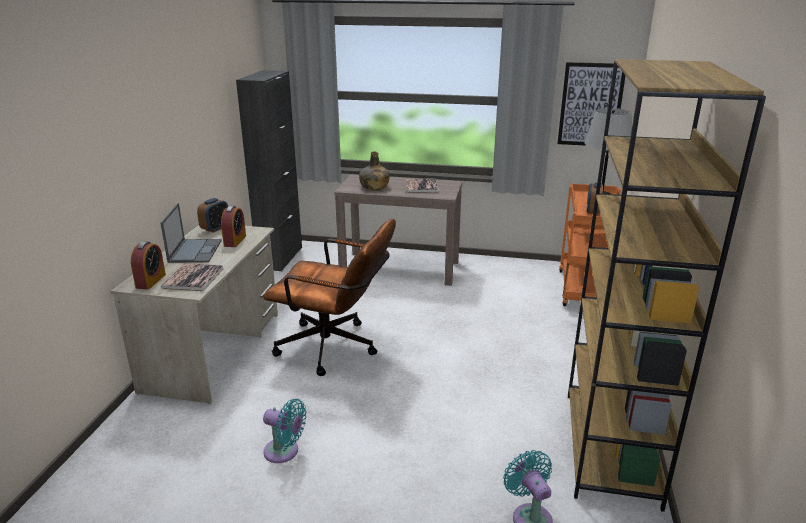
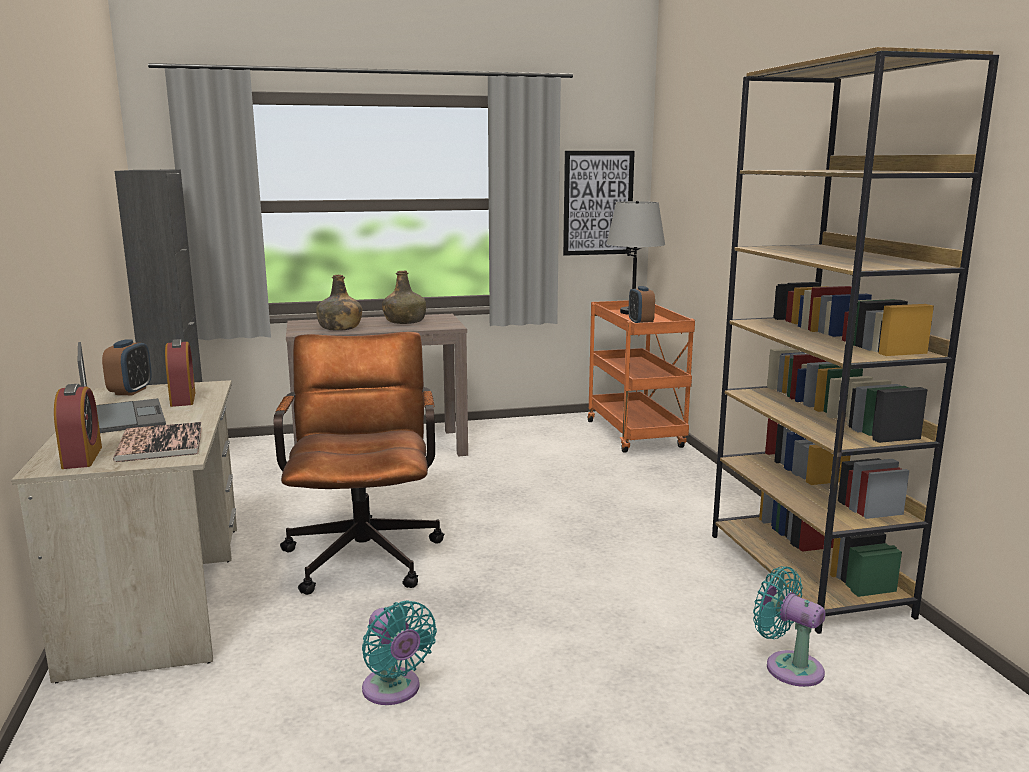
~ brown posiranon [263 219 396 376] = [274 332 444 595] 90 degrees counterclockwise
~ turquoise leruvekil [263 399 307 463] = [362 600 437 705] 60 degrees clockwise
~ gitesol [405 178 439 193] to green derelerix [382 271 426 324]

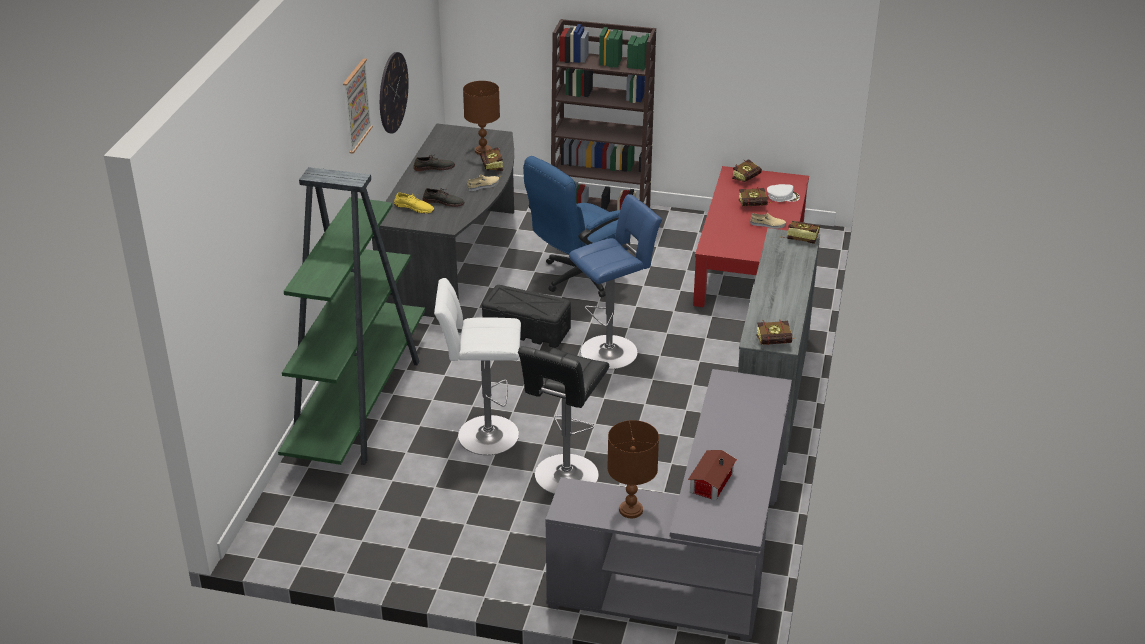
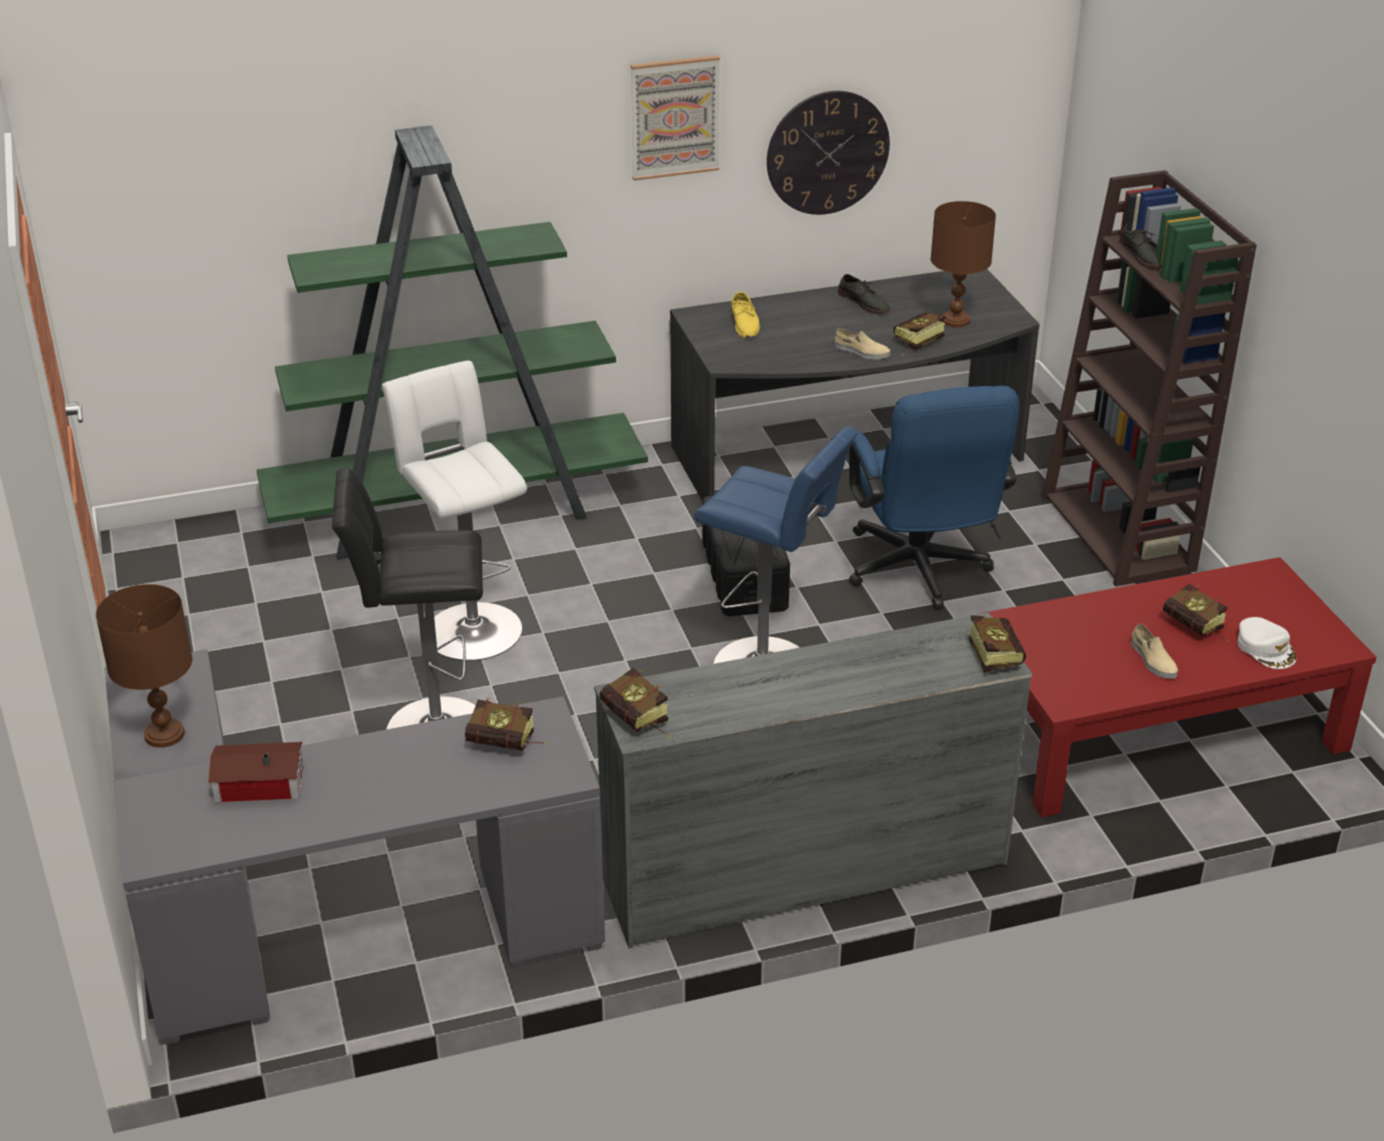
~ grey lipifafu [423 188 464 207] to [1120 223 1161 269]
~ blue posiranon [523 156 620 297] = [849 386 1019 609] 120 degrees counterclockwise
~ gitesol [732 159 762 182] to [465 697 547 751]

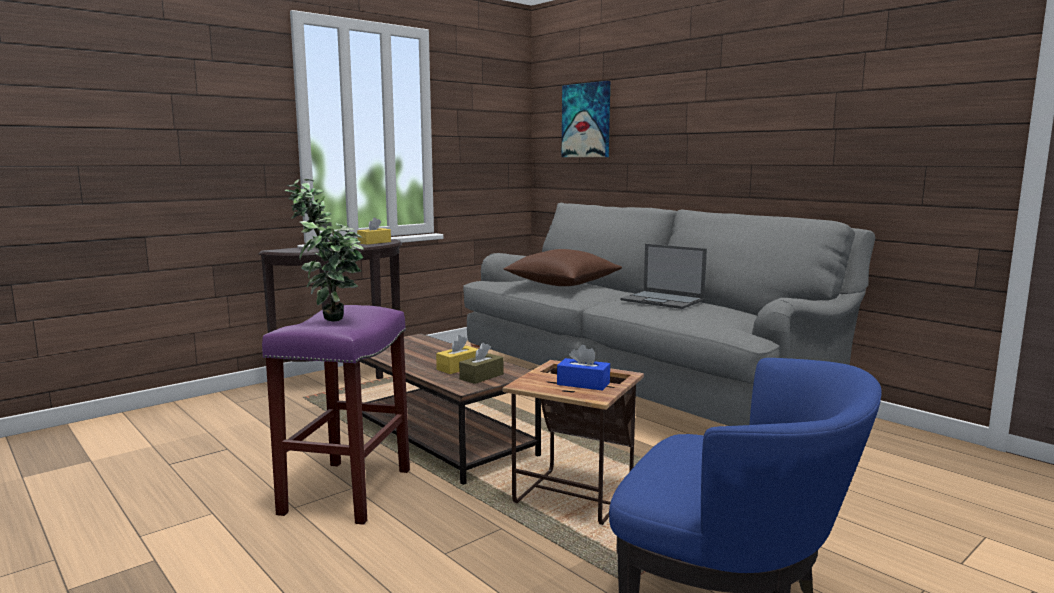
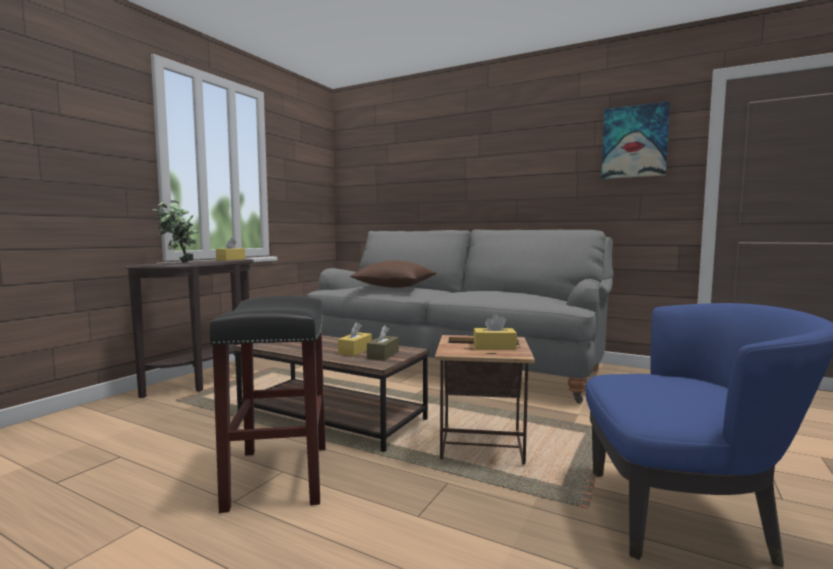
~ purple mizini [262 305 410 525] to black mizini [209 296 326 513]
- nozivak [299 218 364 322]
~ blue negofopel [557 345 610 391] to yellow negofopel [473 314 517 350]
~ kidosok [562 81 610 157] to [601 101 670 179]
- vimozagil [621 244 707 309]

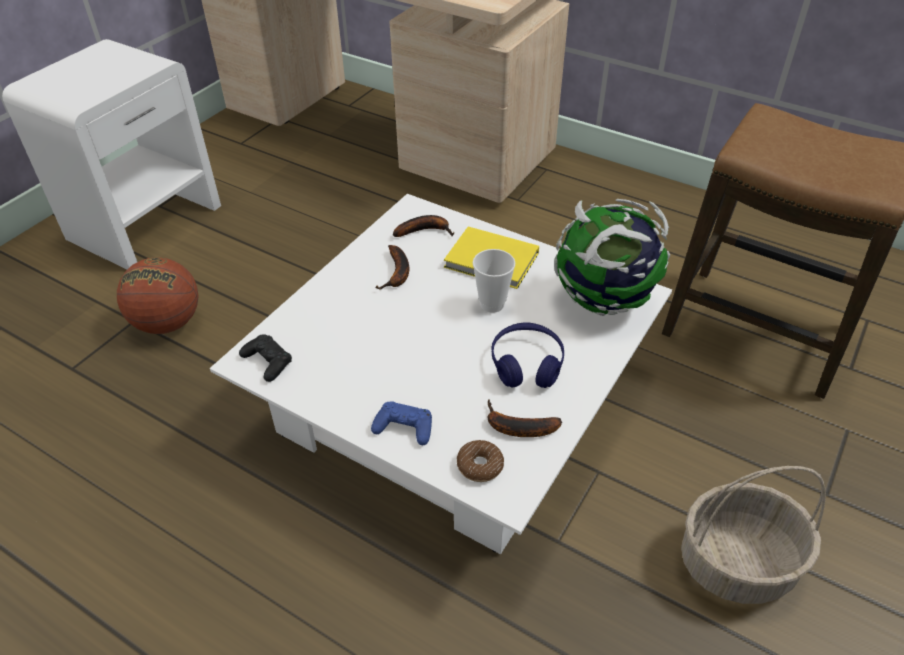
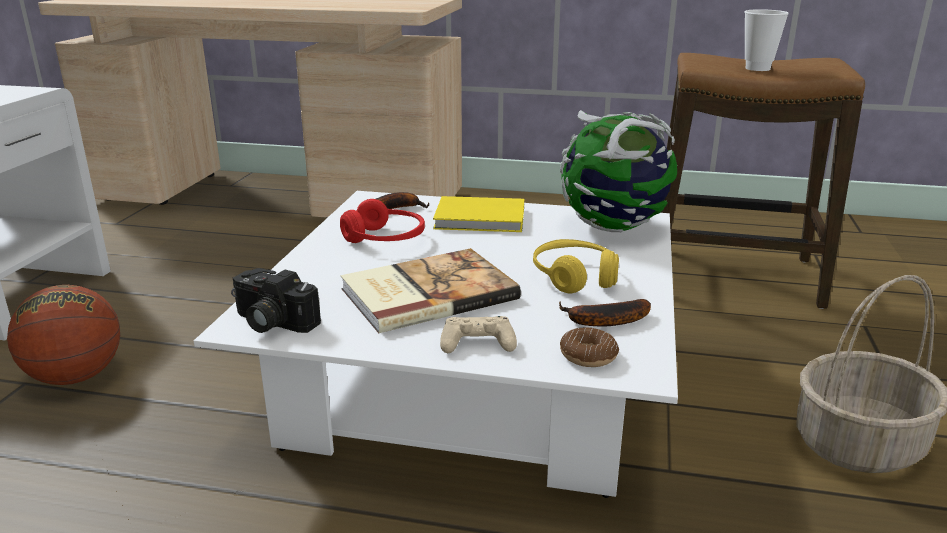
~ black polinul [239 334 292 382] to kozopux [231 268 321 333]
~ blue polinul [371 401 432 445] to beige polinul [440 316 517 353]
~ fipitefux [376 245 409 290] to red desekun [340 199 425 243]
~ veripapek [473 249 515 313] to [745 9 789 71]
~ blue desekun [491 322 564 388] to yellow desekun [533 239 619 294]
+ gitesol [341 248 521 333]

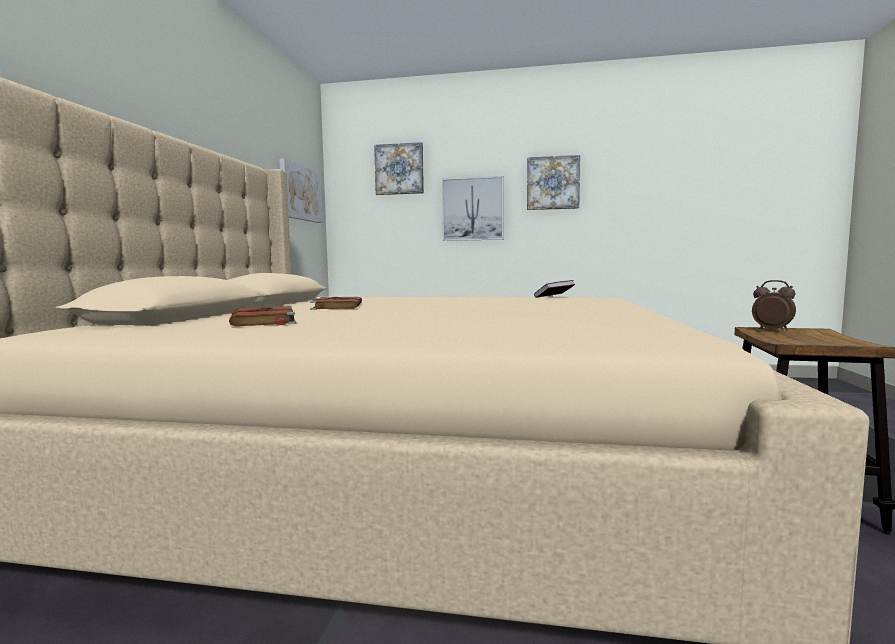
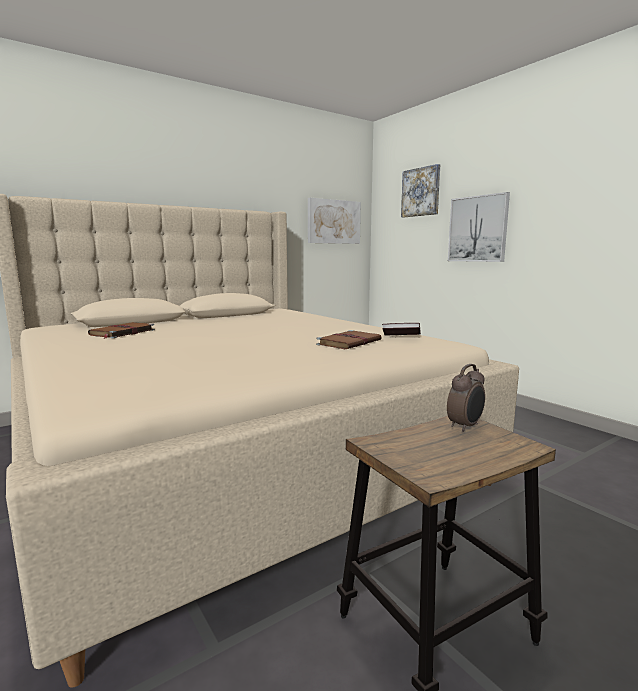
~ brown gitesol [310 297 362 310] to [316 330 382 349]
- kidosok [527 155 580 210]
~ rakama [752 280 796 331] = [447 364 485 432] 45 degrees clockwise

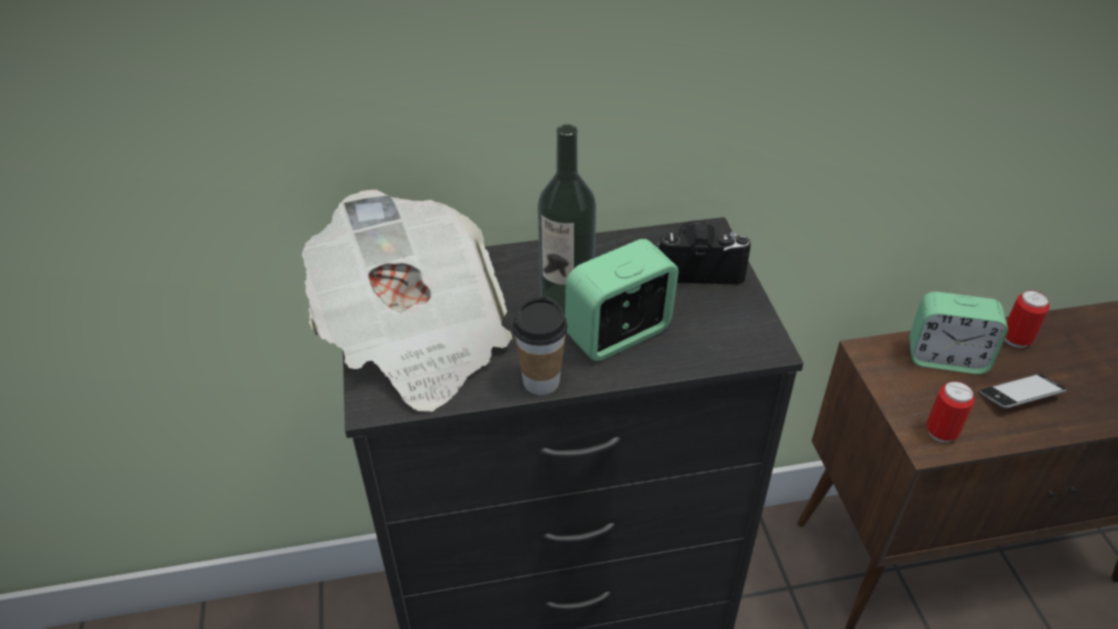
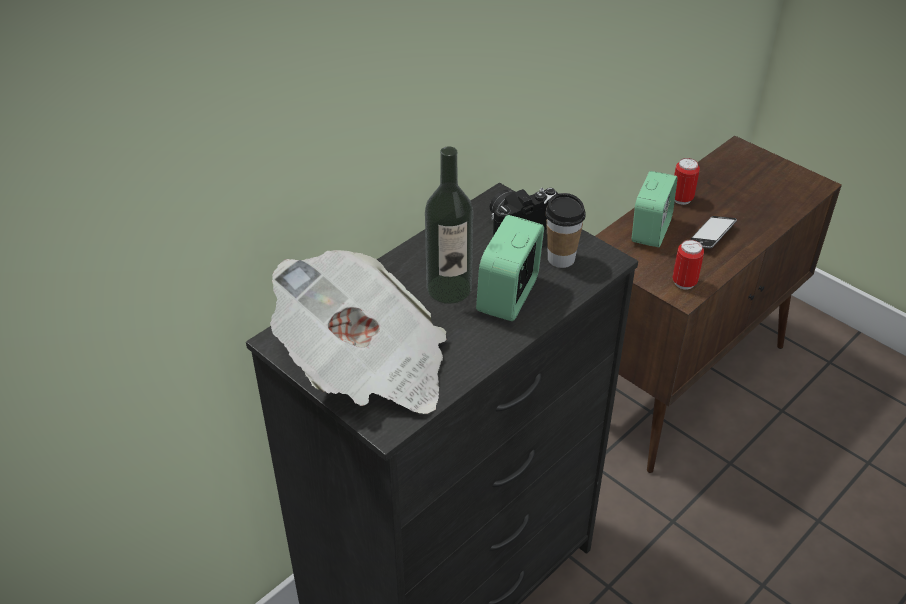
~ veripapek [513 297 567 395] to [545 193 586 268]
~ rakama [909 292 1008 374] = [632 171 678 247] 45 degrees counterclockwise

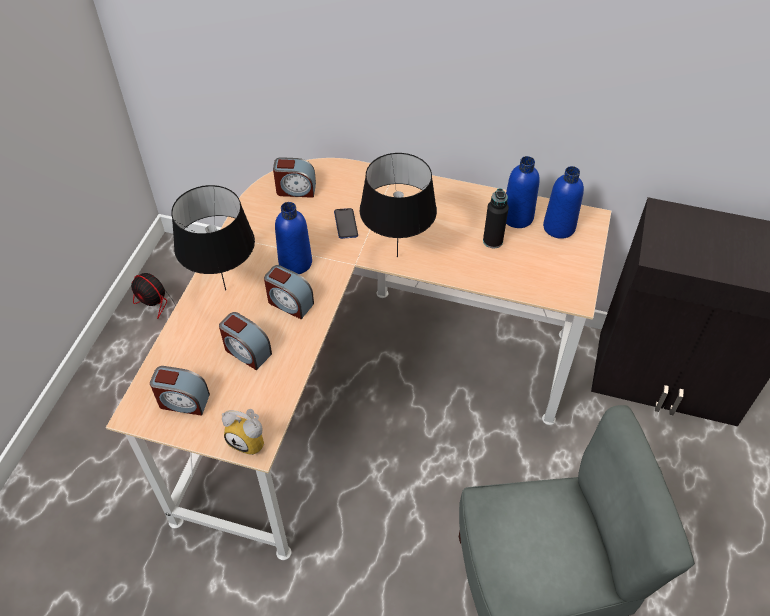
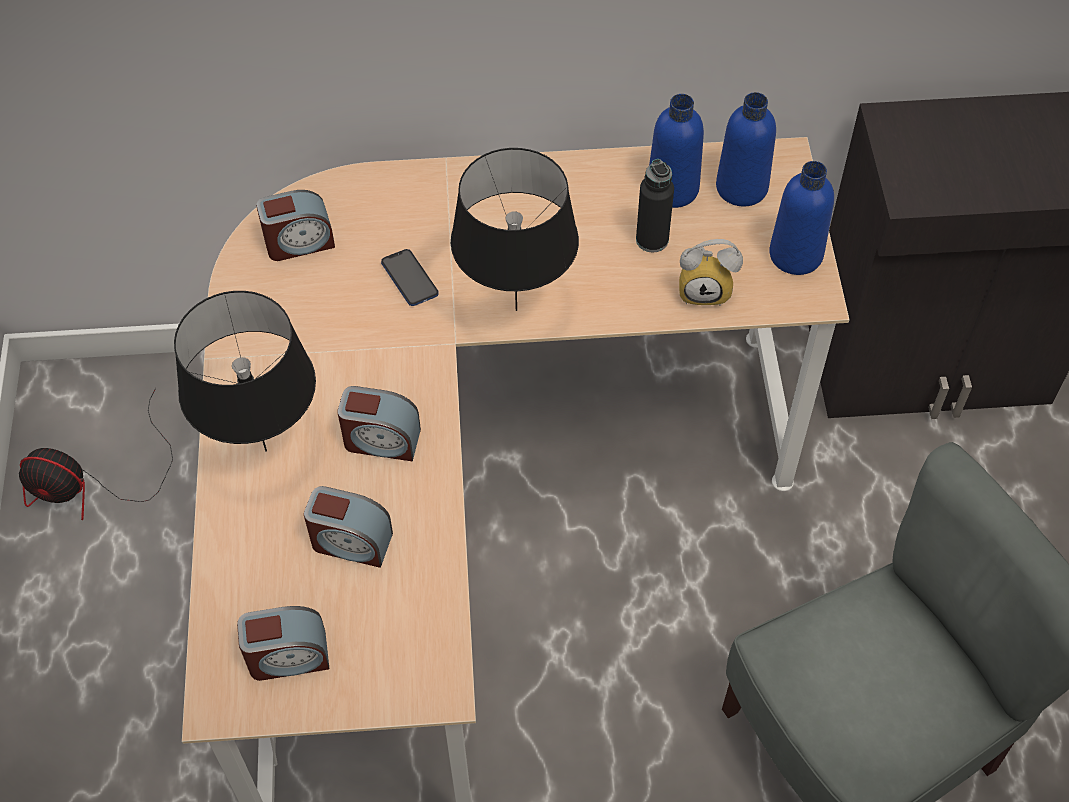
~ rakama [222 409 264 455] to [679 239 743 306]
~ blue derelerix [275 202 312 274] to [769 161 834 275]

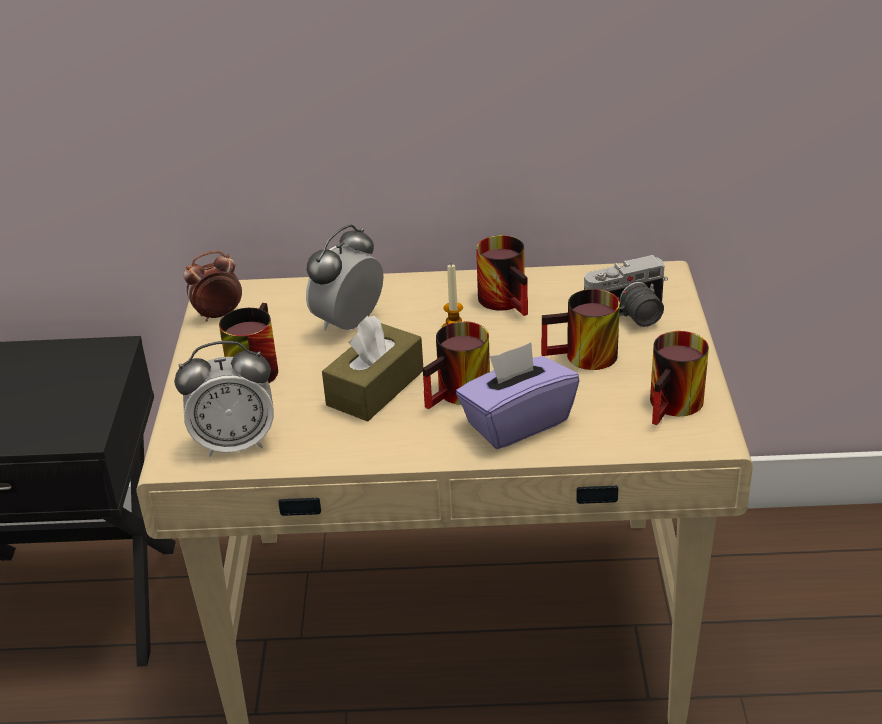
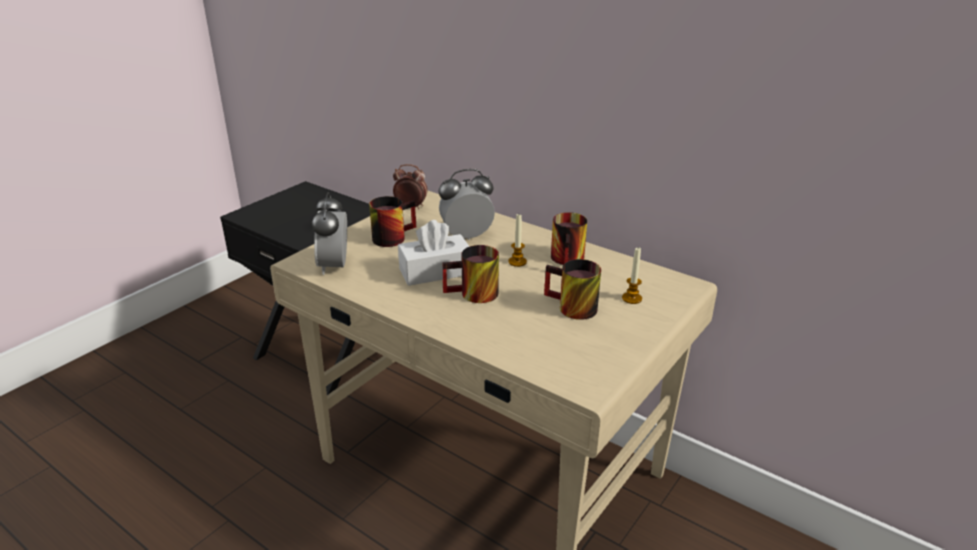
~ rakama [174 341 274 457] = [312 192 347 275] 60 degrees clockwise
~ brown negofopel [322 316 423 422] to white negofopel [398 220 469 286]
- purple negofopel [456 342 580 449]
~ kozopux [584 255 668 327] to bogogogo [622 248 642 304]
- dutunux [650 331 709 425]

